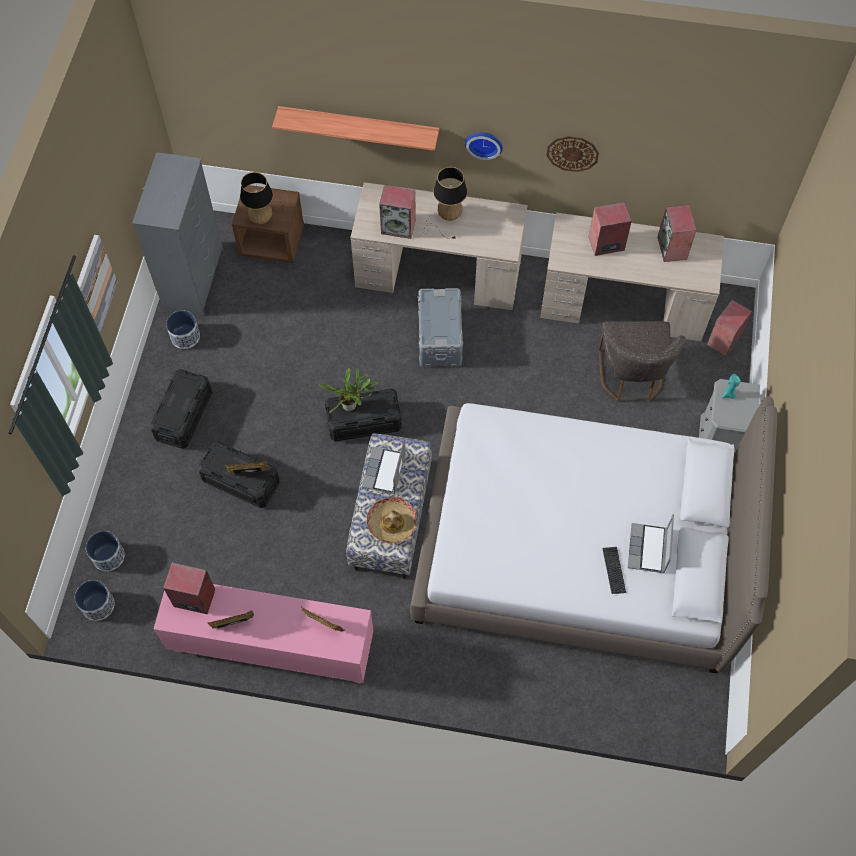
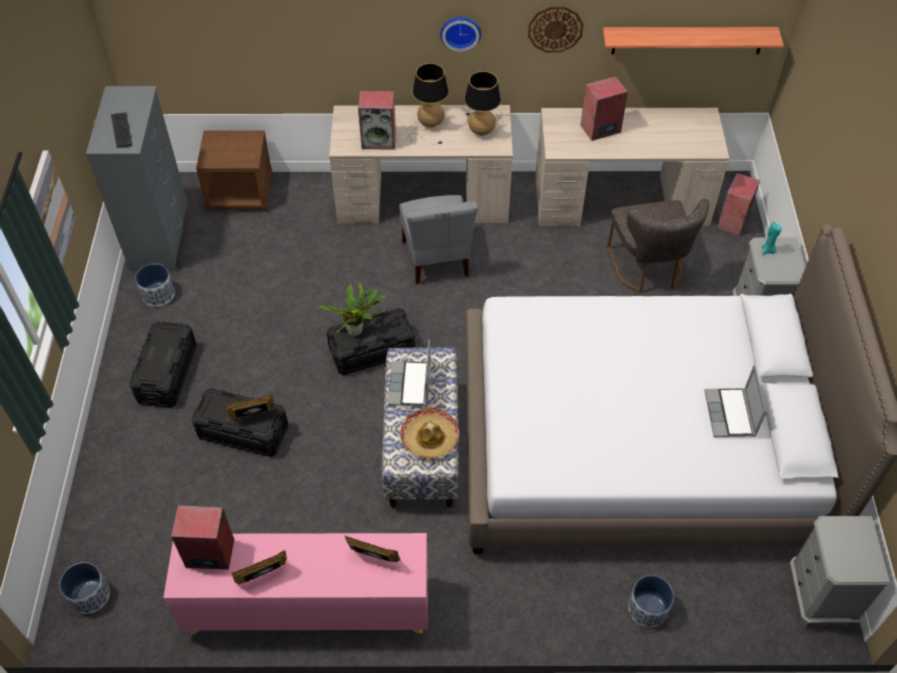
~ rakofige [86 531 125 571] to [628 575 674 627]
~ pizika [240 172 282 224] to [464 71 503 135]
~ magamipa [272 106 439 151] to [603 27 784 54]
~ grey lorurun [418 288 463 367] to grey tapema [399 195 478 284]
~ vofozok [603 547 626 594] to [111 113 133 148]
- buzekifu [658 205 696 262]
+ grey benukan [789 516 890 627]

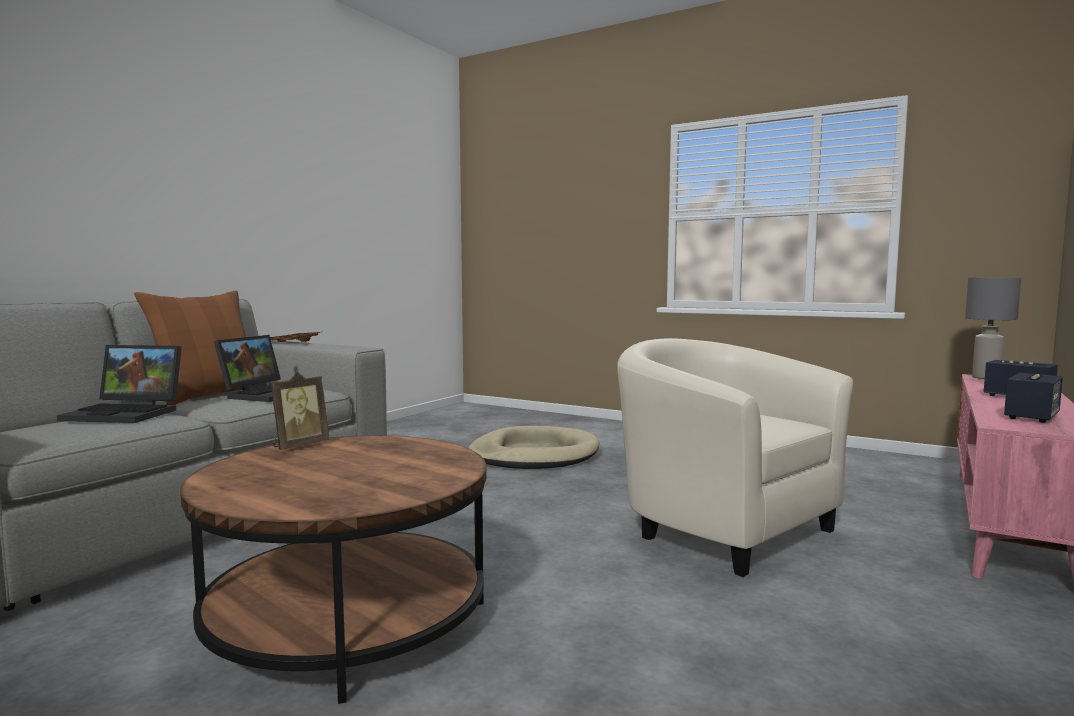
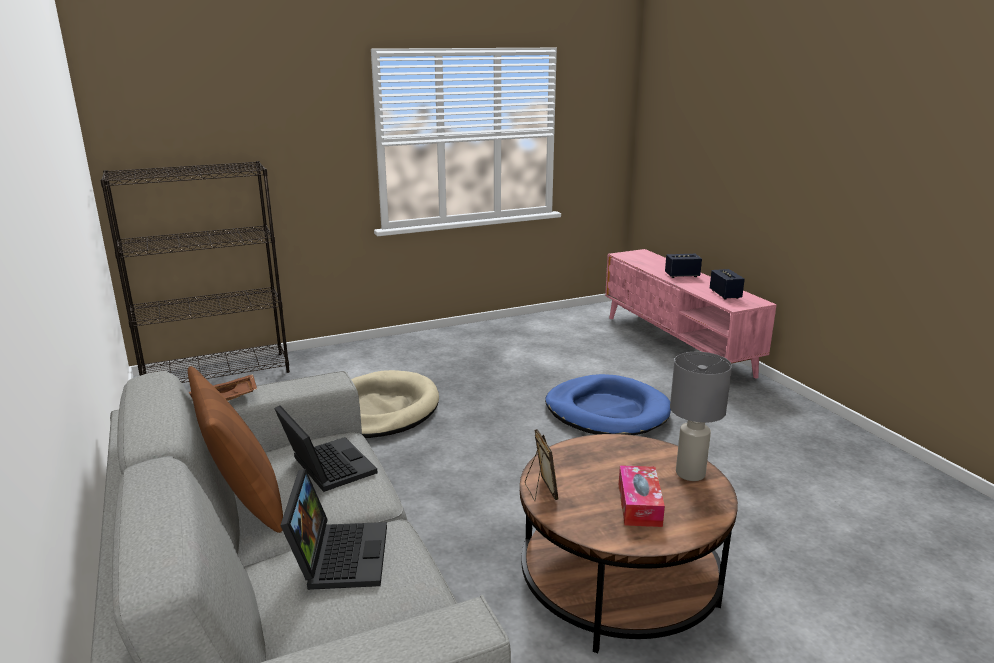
~ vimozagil [57 345 182 423] = [280 469 387 590] 45 degrees counterclockwise
~ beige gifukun [617 338 853 577] to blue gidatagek [545 374 671 435]
~ grey pizika [965 278 1021 379] to [670 352 732 481]
+ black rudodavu [100 161 290 383]
+ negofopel [619 465 665 527]

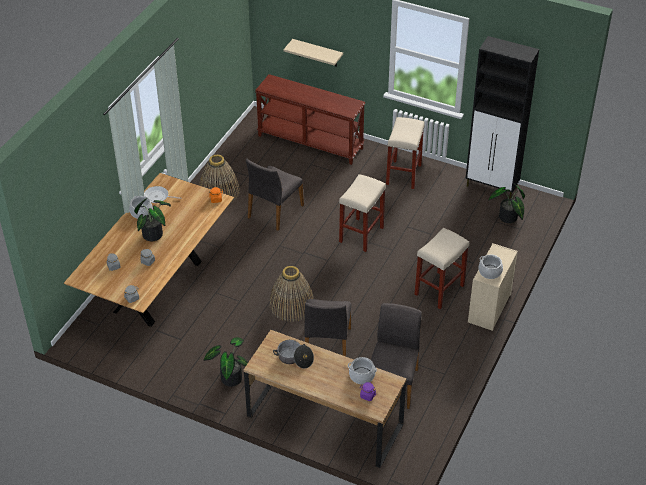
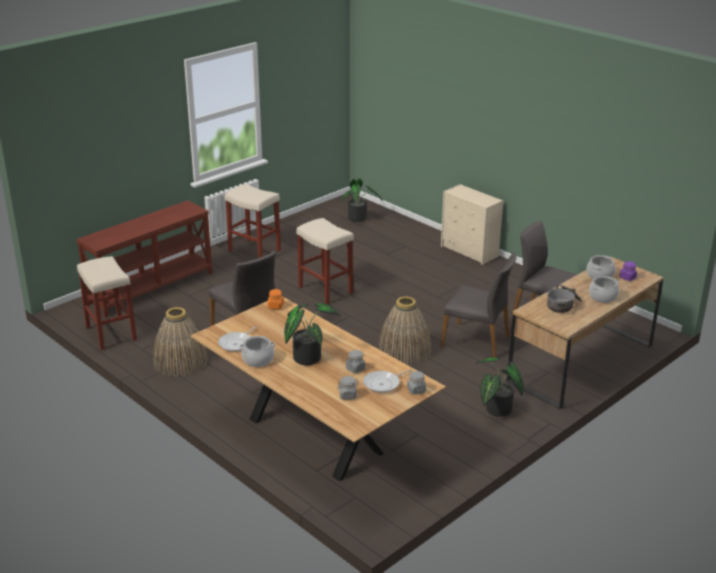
- beige magamipa [283 39 343 67]
~ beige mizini [414 228 469 309] to [77 256 137 350]
- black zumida [465 36 539 199]
~ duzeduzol [478 255 503 279] to [589 276 619 303]
+ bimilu [363 369 412 393]

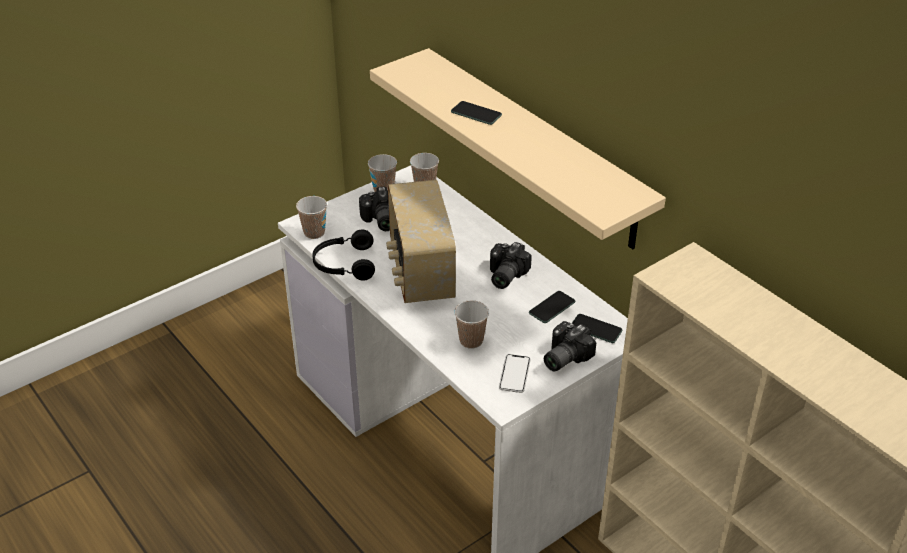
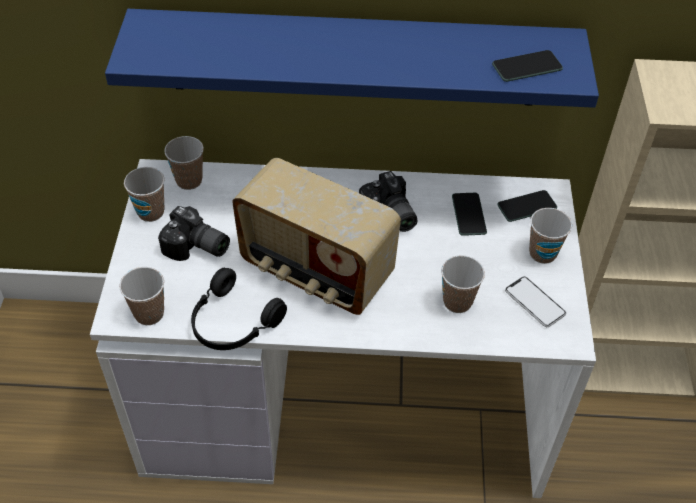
~ beige magamipa [370 48 666 249] to blue magamipa [105 9 599 108]
~ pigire [451 101 502 125] to [492 50 563 82]
~ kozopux [544 321 596 371] to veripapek [529 208 572 264]

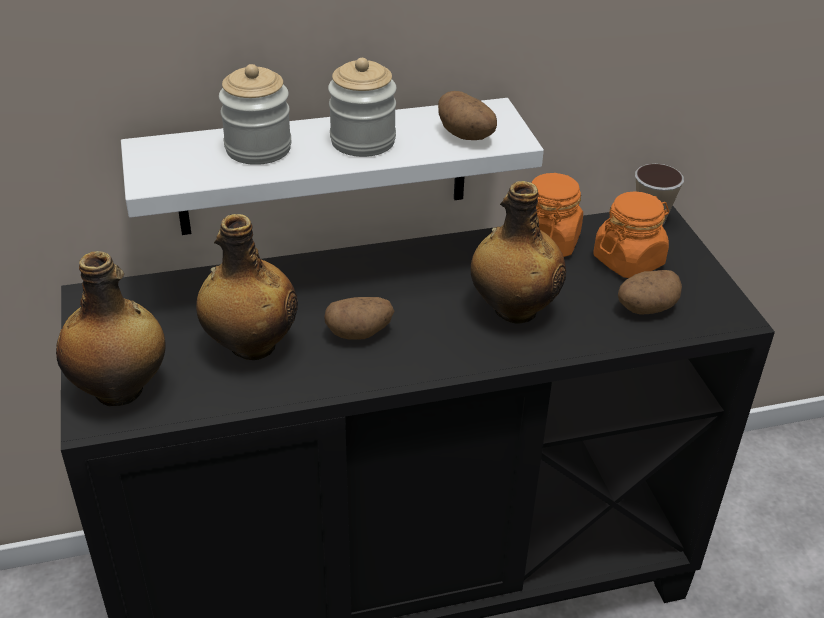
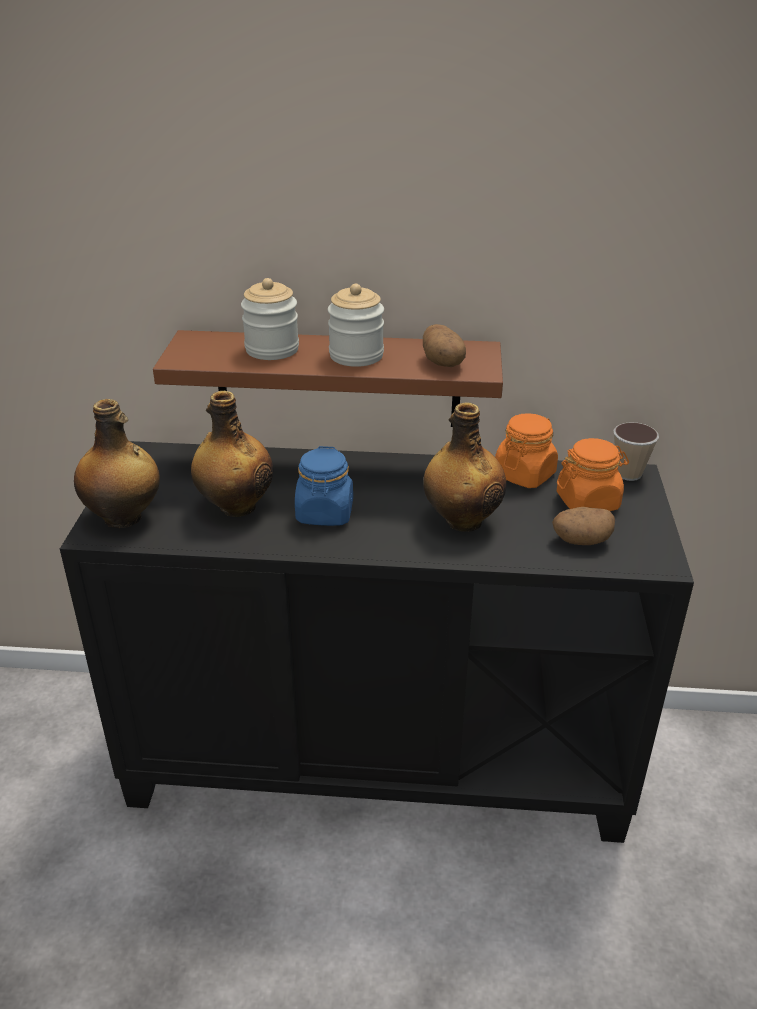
~ white magamipa [121 98 544 235] to brown magamipa [153 330 503 427]
~ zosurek [324 297 395 340] to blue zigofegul [295 446 353 526]

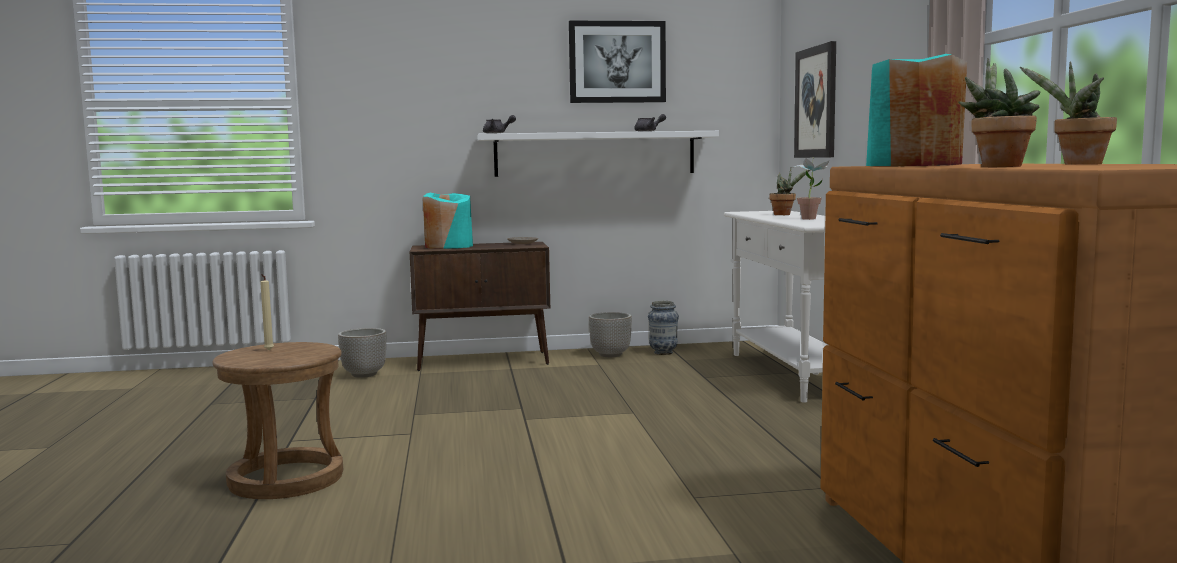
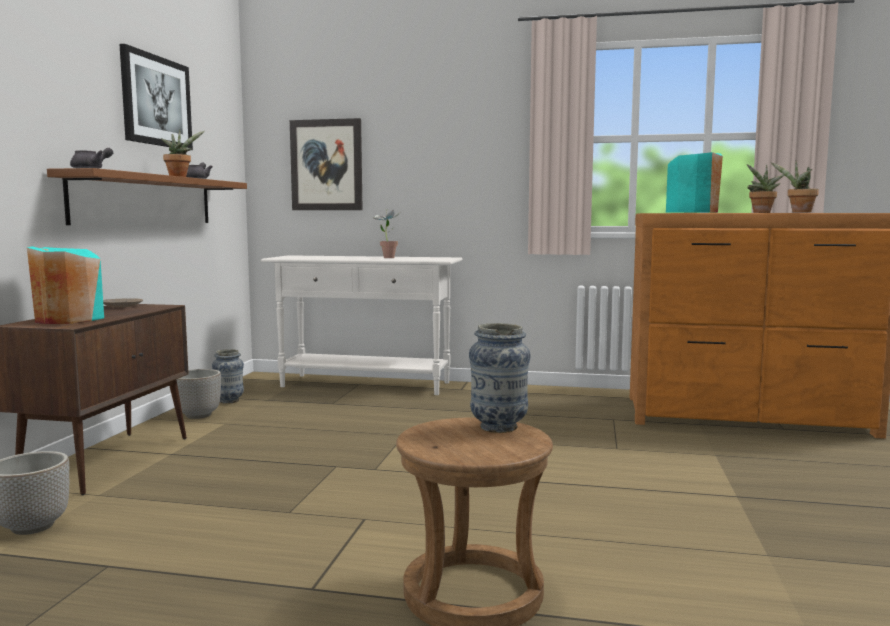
- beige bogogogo [260 274 274 350]
~ white magamipa [477 131 719 177] to brown magamipa [47 168 247 225]
~ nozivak [769 168 810 215] to [160 130 205 177]
+ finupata [469 323 531 433]

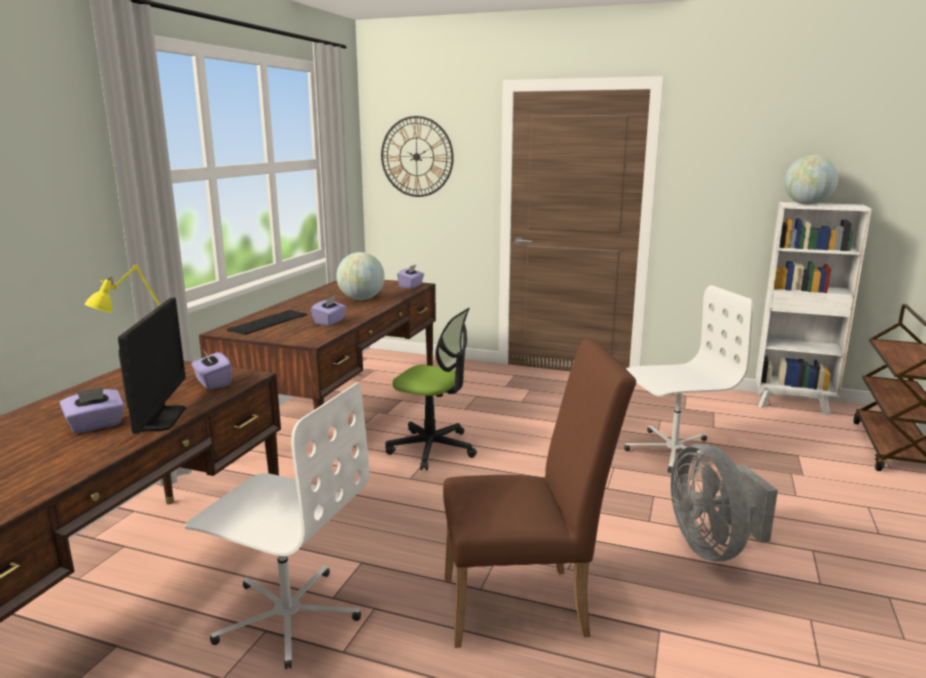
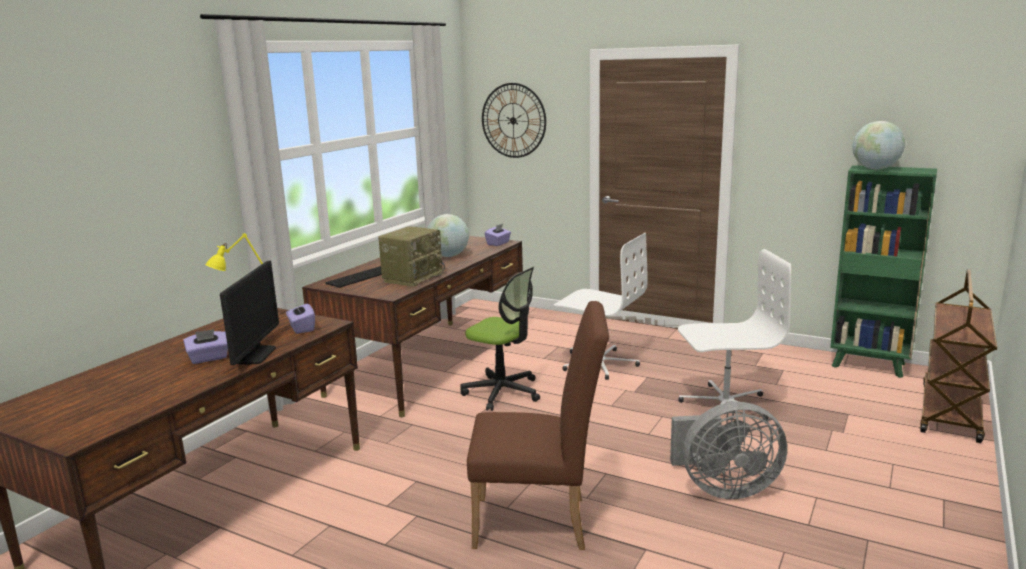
~ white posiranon [185 382 369 669] to [553 233 648 380]
~ purple negofopel [311 295 347 326] to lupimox [378 226 445 287]
~ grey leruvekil [670 444 778 561] = [670 402 787 499] 90 degrees counterclockwise
~ white rudodavu [756 202 872 416] to green rudodavu [830 165 937 378]

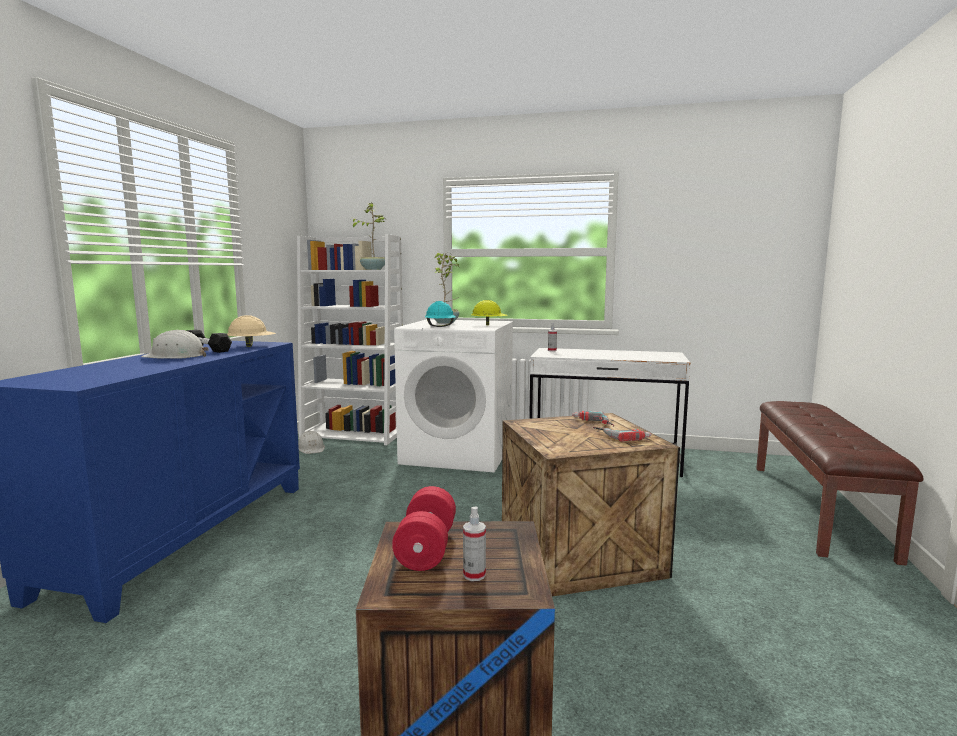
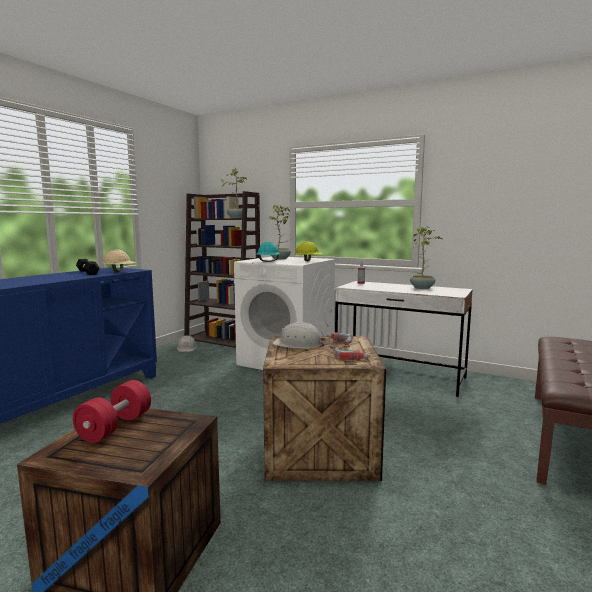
~ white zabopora [141 330 209 359] to [273 322 326 349]
~ white rudodavu [297 234 403 445] to brown rudodavu [184 191 260 348]
- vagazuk [463 507 486 581]
+ nozivak [410 227 442 289]

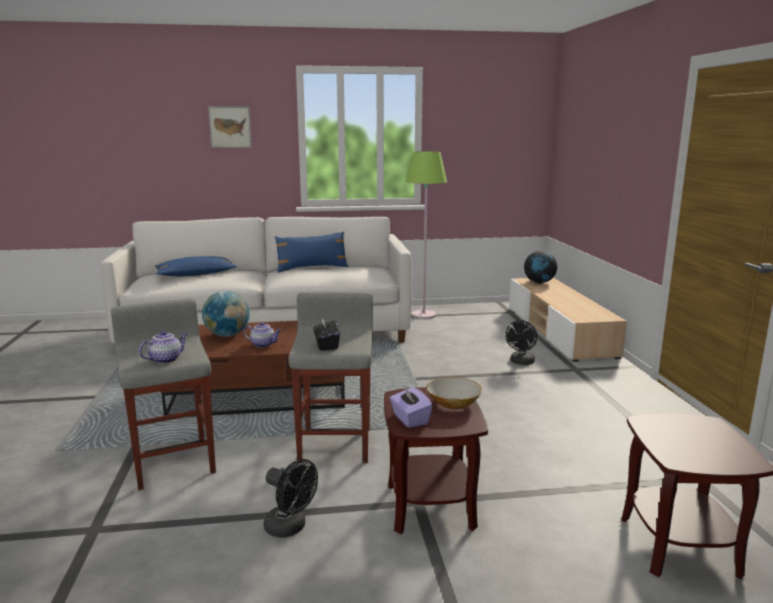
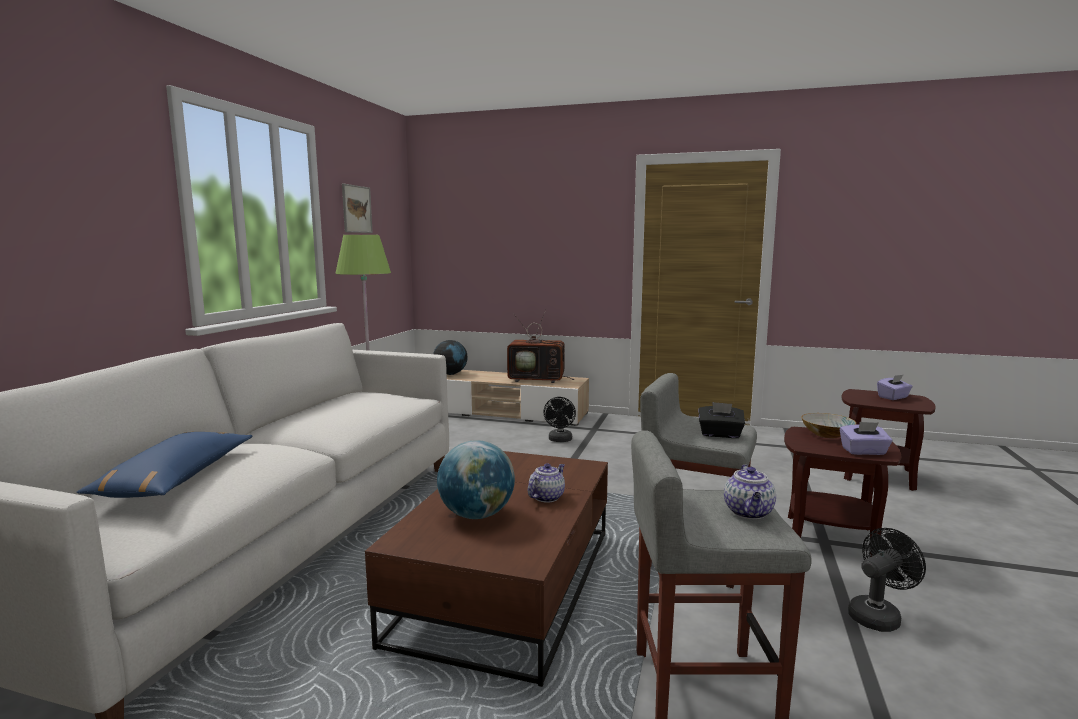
~ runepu [139 331 188 364] = [724 464 776 519] 150 degrees counterclockwise
~ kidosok [208 106 252 148] to [342 184 373 233]
- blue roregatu [275 232 349 272]
~ black leruvekil [505 320 537 365] = [544 397 576 442] 45 degrees clockwise
+ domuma [507 308 574 383]
+ purple negofopel [877 374 913 400]

